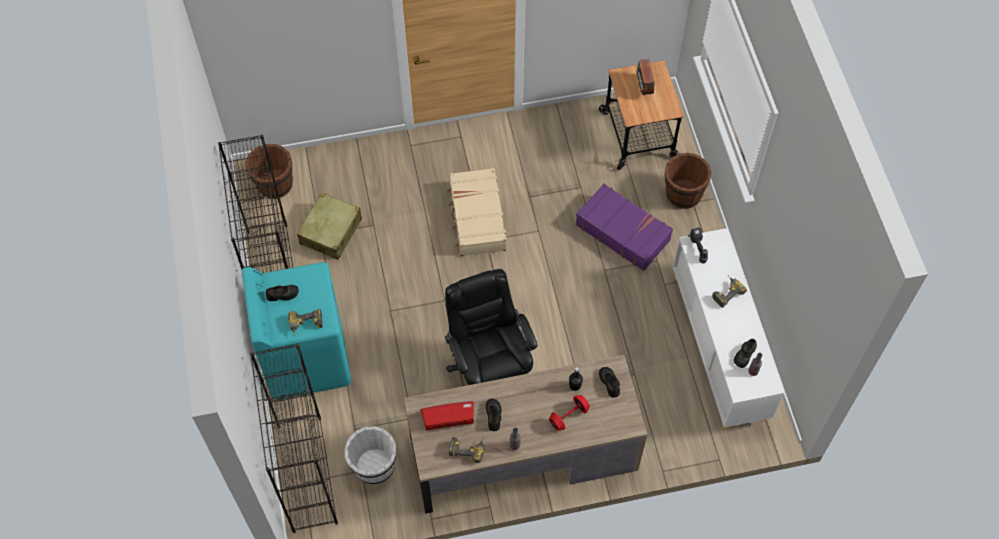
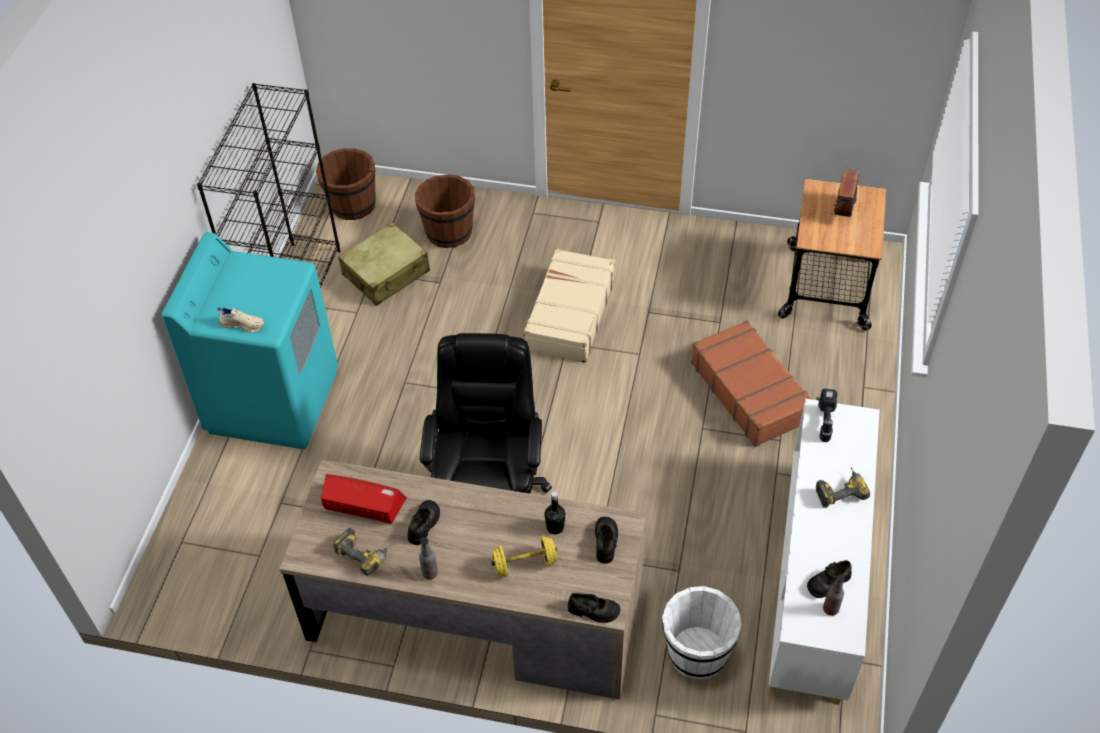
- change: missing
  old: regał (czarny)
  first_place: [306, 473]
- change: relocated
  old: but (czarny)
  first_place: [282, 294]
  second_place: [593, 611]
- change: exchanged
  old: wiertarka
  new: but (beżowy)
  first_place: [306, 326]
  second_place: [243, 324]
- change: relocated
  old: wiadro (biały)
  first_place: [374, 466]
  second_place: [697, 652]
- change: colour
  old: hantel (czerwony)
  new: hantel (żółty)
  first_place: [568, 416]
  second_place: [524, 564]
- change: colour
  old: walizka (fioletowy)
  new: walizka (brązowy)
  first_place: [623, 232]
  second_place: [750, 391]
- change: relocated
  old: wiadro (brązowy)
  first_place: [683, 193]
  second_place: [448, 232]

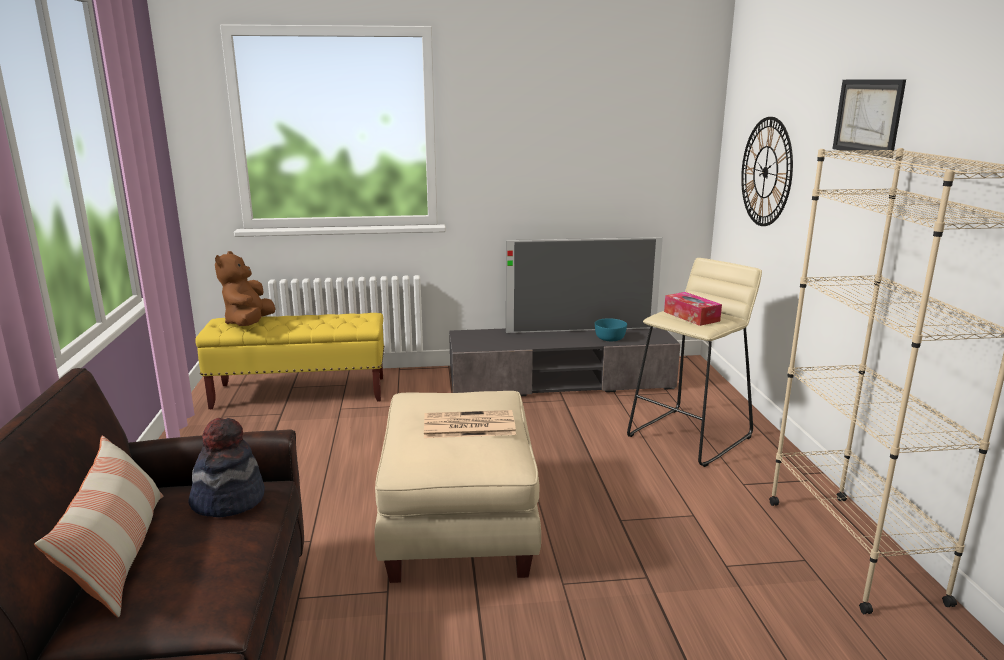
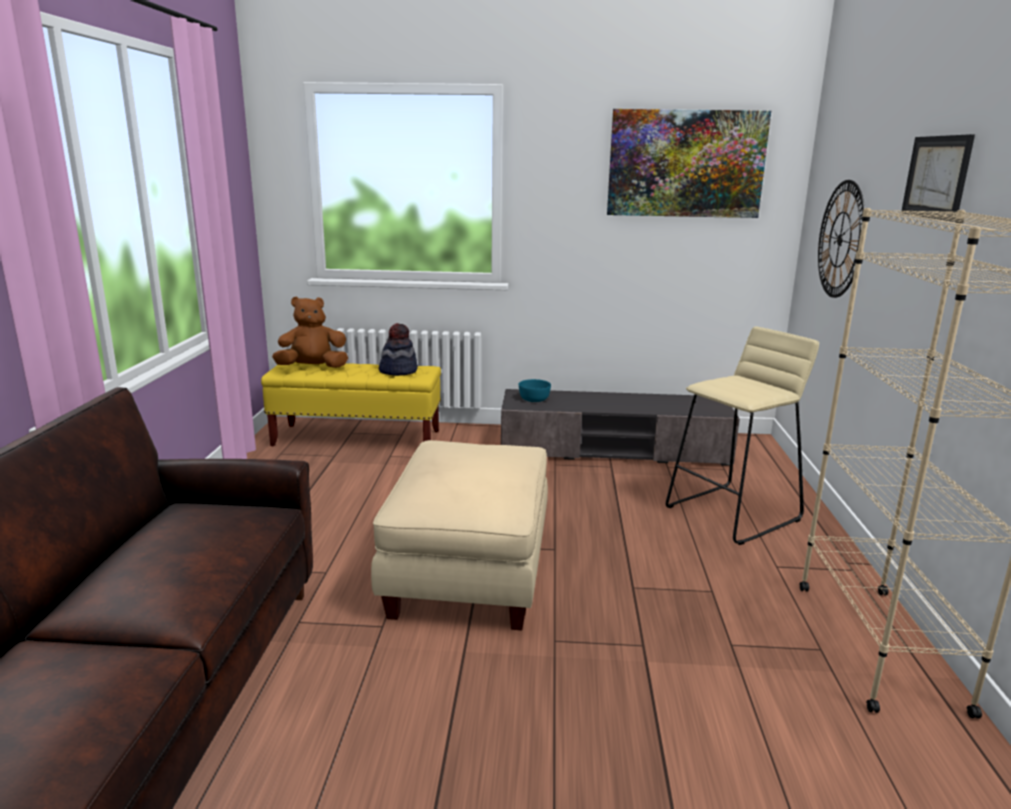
- change: missing
  old: poduszka
  first_place: [119, 553]
- change: relocated
  old: kapelusz
  first_place: [228, 500]
  second_place: [398, 371]
- change: spun
  old: pluszak (brązowy)
  first_place: [249, 323]
  second_place: [312, 368]
  degrees: 60
- change: missing
  old: gazeta
  first_place: [467, 426]
- change: missing
  old: telewizor
  first_place: [581, 330]
- change: relocated
  old: miska (turkusowy)
  first_place: [609, 338]
  second_place: [533, 399]
- change: missing
  old: pudełko chusteczek
  first_place: [691, 316]
- change: appeared
  new: obraz
  second_place: [686, 164]

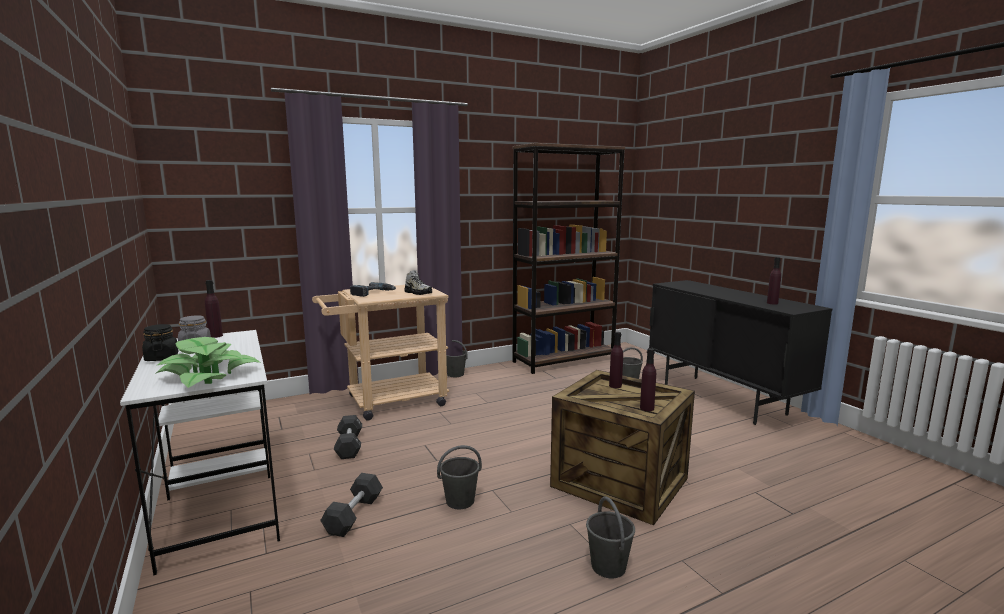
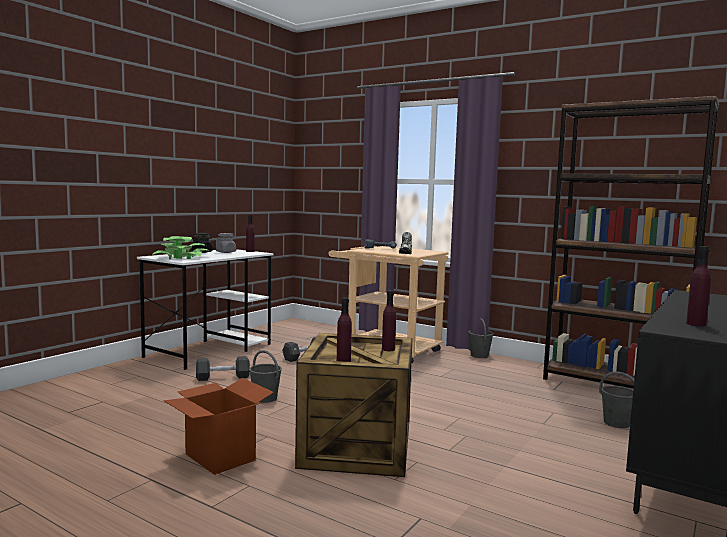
- change: exchanged
  old: wiadro (szary)
  new: karton
  first_place: [608, 566]
  second_place: [219, 457]

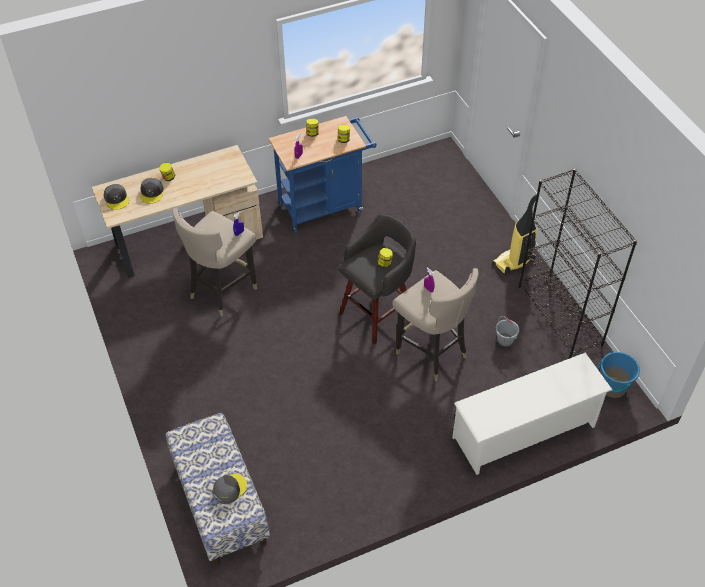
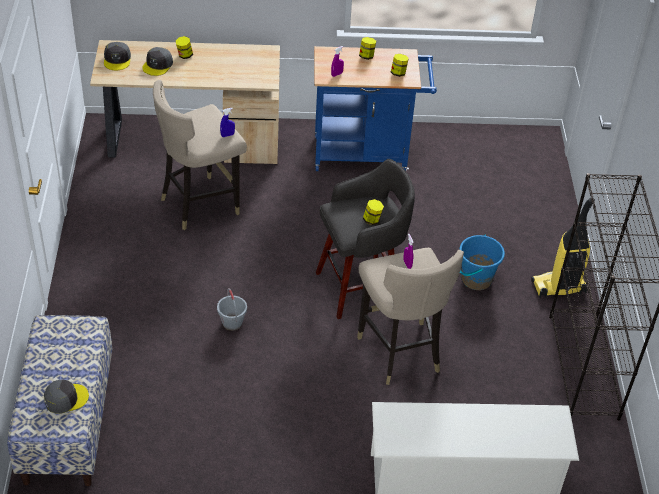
- change: relocated
  old: wiadro (szary)
  first_place: [505, 340]
  second_place: [232, 323]
- change: relocated
  old: wiadro (niebieski)
  first_place: [612, 387]
  second_place: [476, 279]

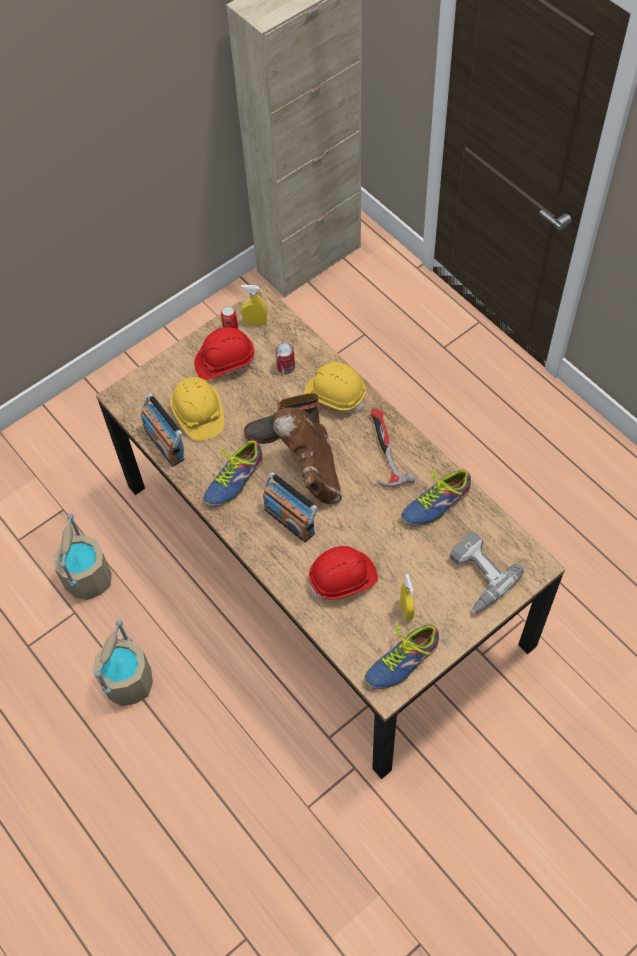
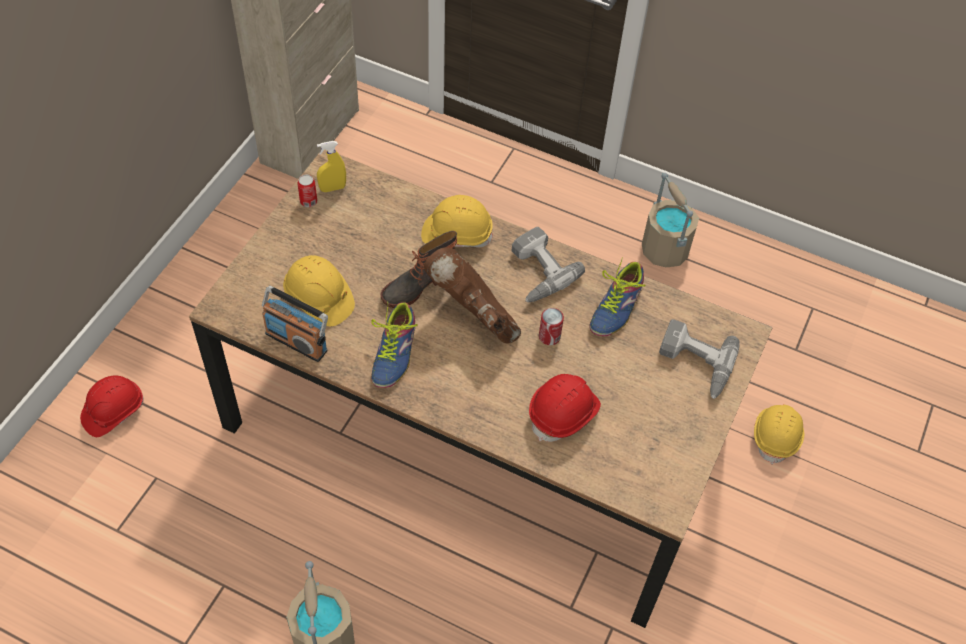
- change: relocated
  old: wiadro (beżowy)
  first_place: [88, 578]
  second_place: [664, 249]
- change: relocated
  old: kask (czerwony)
  first_place: [225, 361]
  second_place: [113, 411]
- change: missing
  old: radio
  first_place: [290, 520]
- change: relocated
  old: puszka
  first_place: [286, 367]
  second_place: [549, 336]
- change: missing
  old: but
  first_place: [402, 661]
- change: exchanged
  old: młotek
  new: wiertarka
  first_place: [384, 450]
  second_place: [536, 272]
- change: missing
  old: spryskiwacz (żółty)
  first_place: [406, 609]
- change: appeared
  new: kask (żółty)
  second_place: [776, 436]

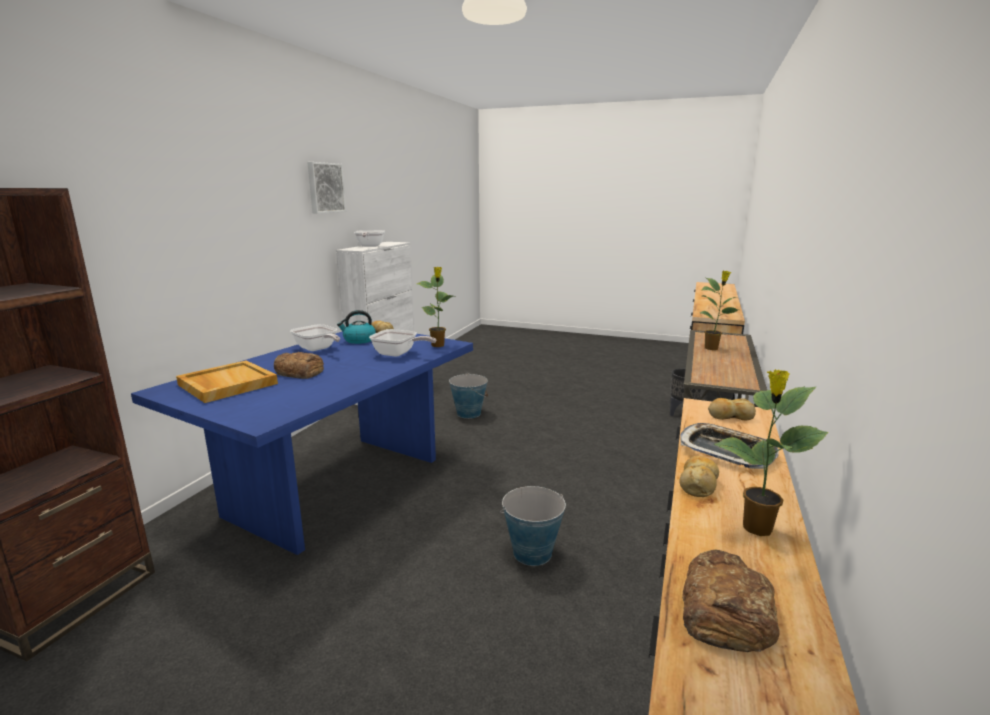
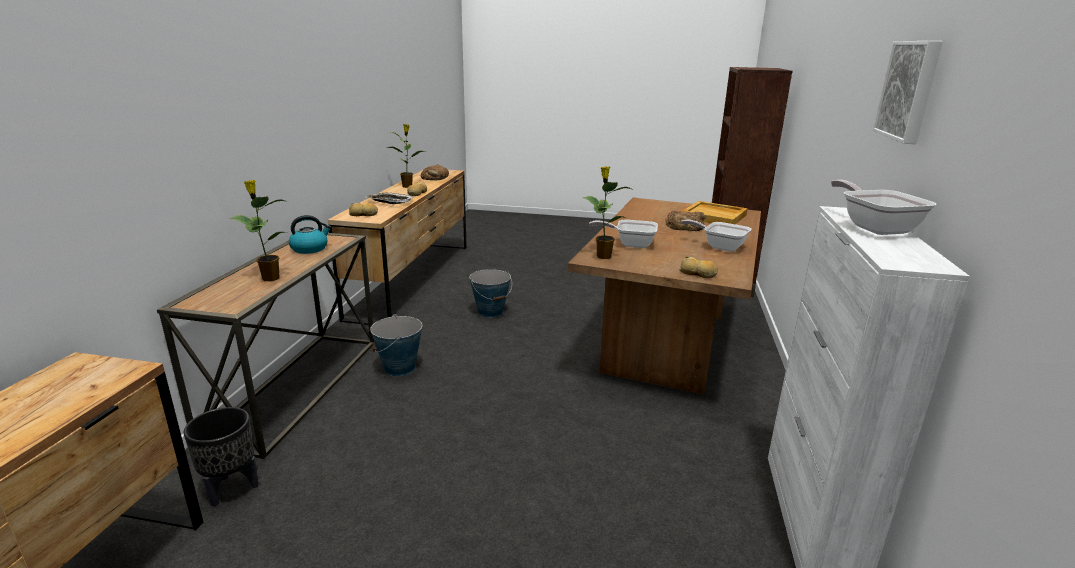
- change: colour
  old: stół jadalny (niebieski)
  new: stół jadalny (brązowy)
  first_place: [338, 486]
  second_place: [665, 341]
- change: relocated
  old: czajnik
  first_place: [359, 340]
  second_place: [310, 248]
- change: relocated
  old: wiadro
  first_place: [468, 413]
  second_place: [399, 368]

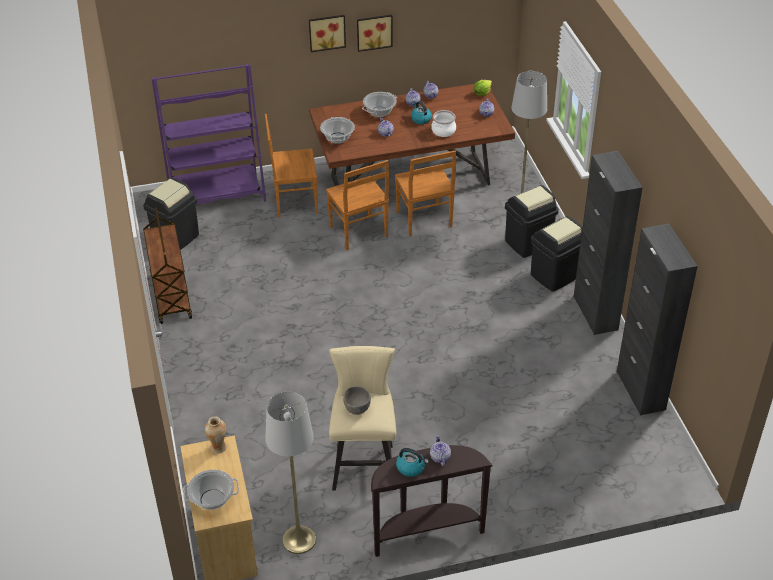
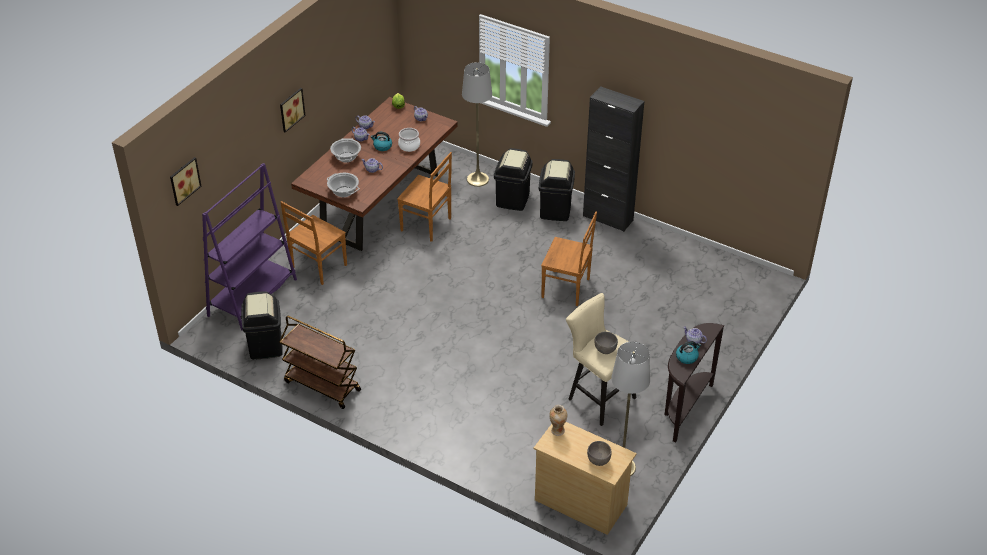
- change: exchanged
  old: garnek
  new: miska (szary)
  first_place: [212, 499]
  second_place: [598, 461]
- change: relocated
  old: krzesło (brązowy)
  first_place: [359, 233]
  second_place: [567, 288]
- change: relocated
  old: obraz
  first_place: [374, 31]
  second_place: [183, 180]
- change: missing
  old: szafka (czarny)
  first_place: [640, 390]

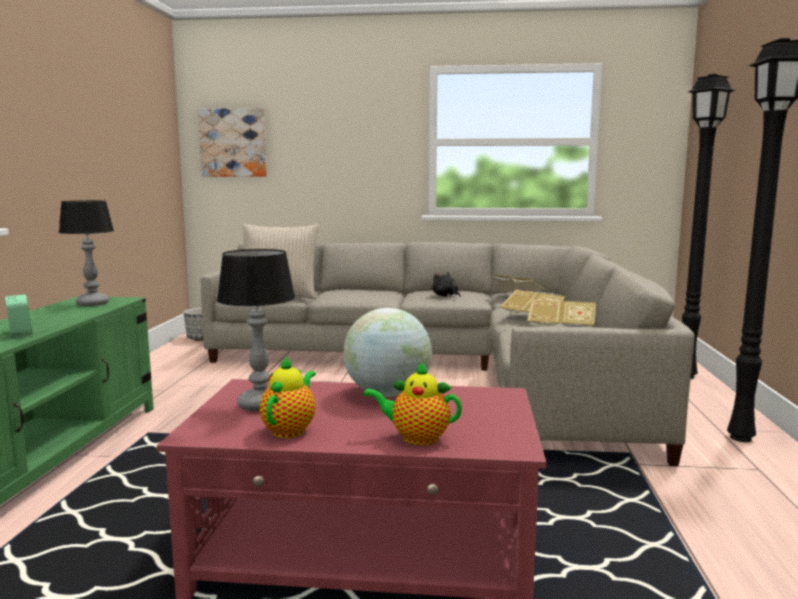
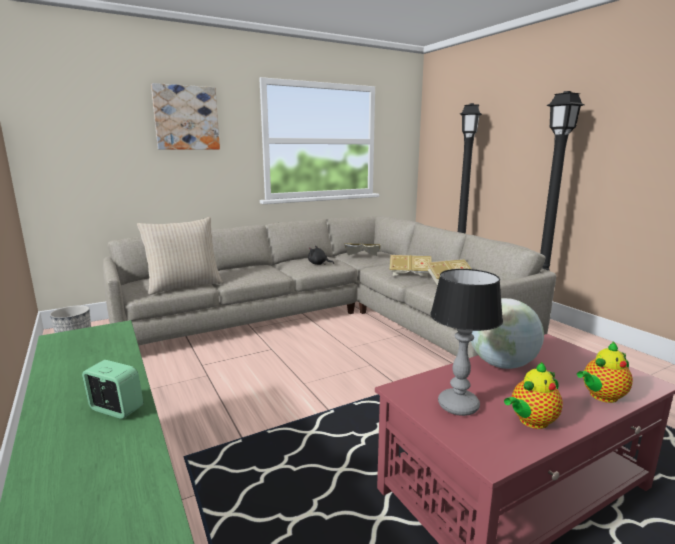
- change: missing
  old: lampa stołowa
  first_place: [92, 303]
- change: relocated
  old: obraz
  first_place: [233, 142]
  second_place: [186, 118]
- change: spun
  old: imbryk
  first_place: [290, 430]
  second_place: [531, 421]
  degrees: -105

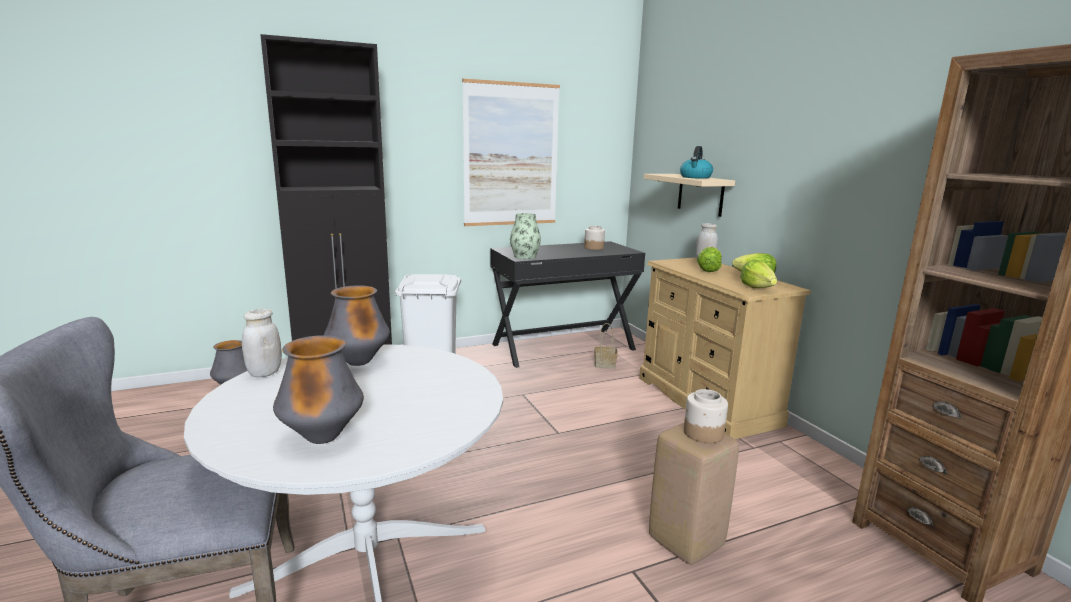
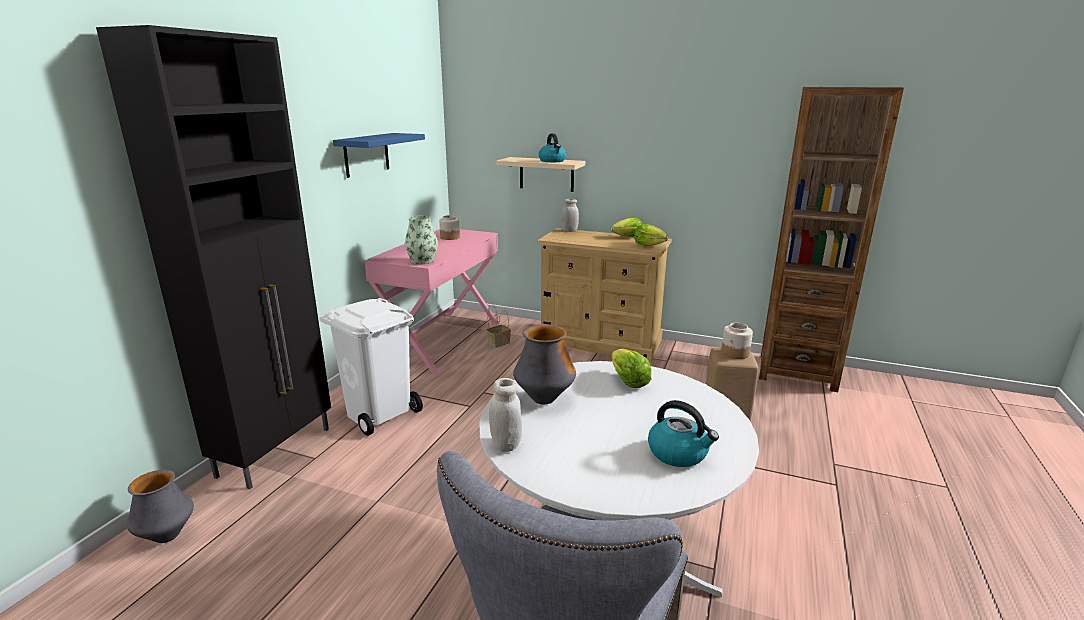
- change: exchanged
  old: wazon
  new: czajnik
  first_place: [323, 437]
  second_place: [678, 453]
- change: exchanged
  old: obraz
  new: półka (niebieski)
  first_place: [511, 155]
  second_place: [366, 154]
- change: colour
  old: biurko (czarny)
  new: biurko (różowy)
  first_place: [563, 346]
  second_place: [441, 340]
- change: relocated
  old: sałata
  first_place: [708, 270]
  second_place: [628, 382]

